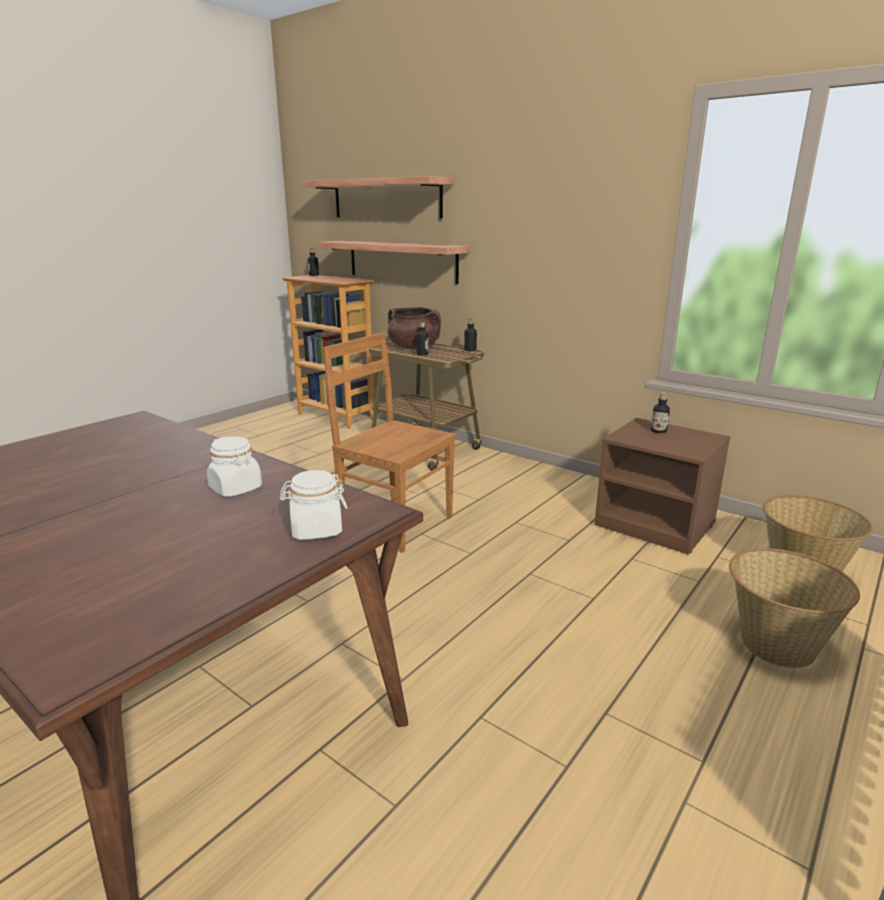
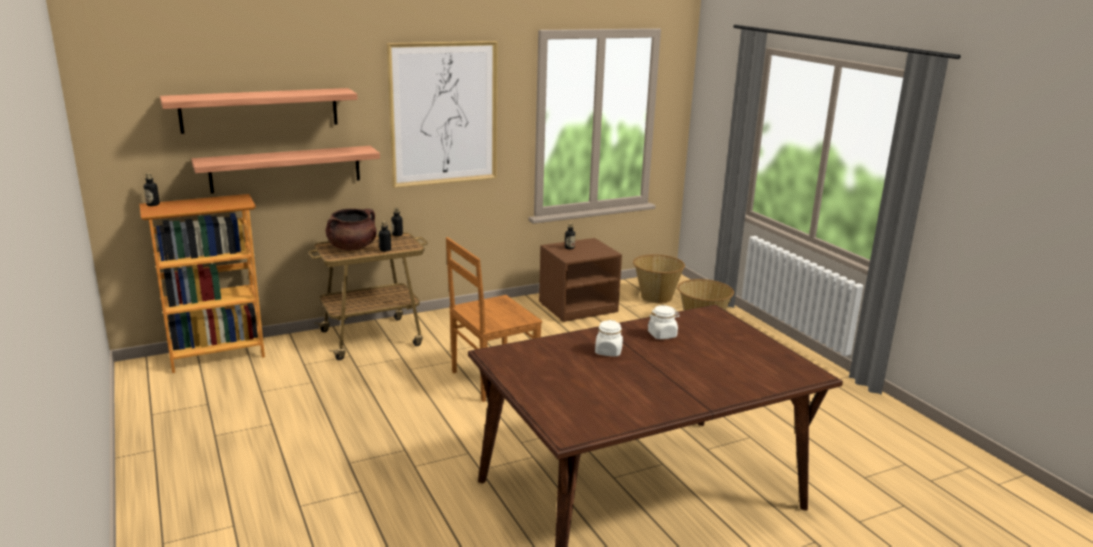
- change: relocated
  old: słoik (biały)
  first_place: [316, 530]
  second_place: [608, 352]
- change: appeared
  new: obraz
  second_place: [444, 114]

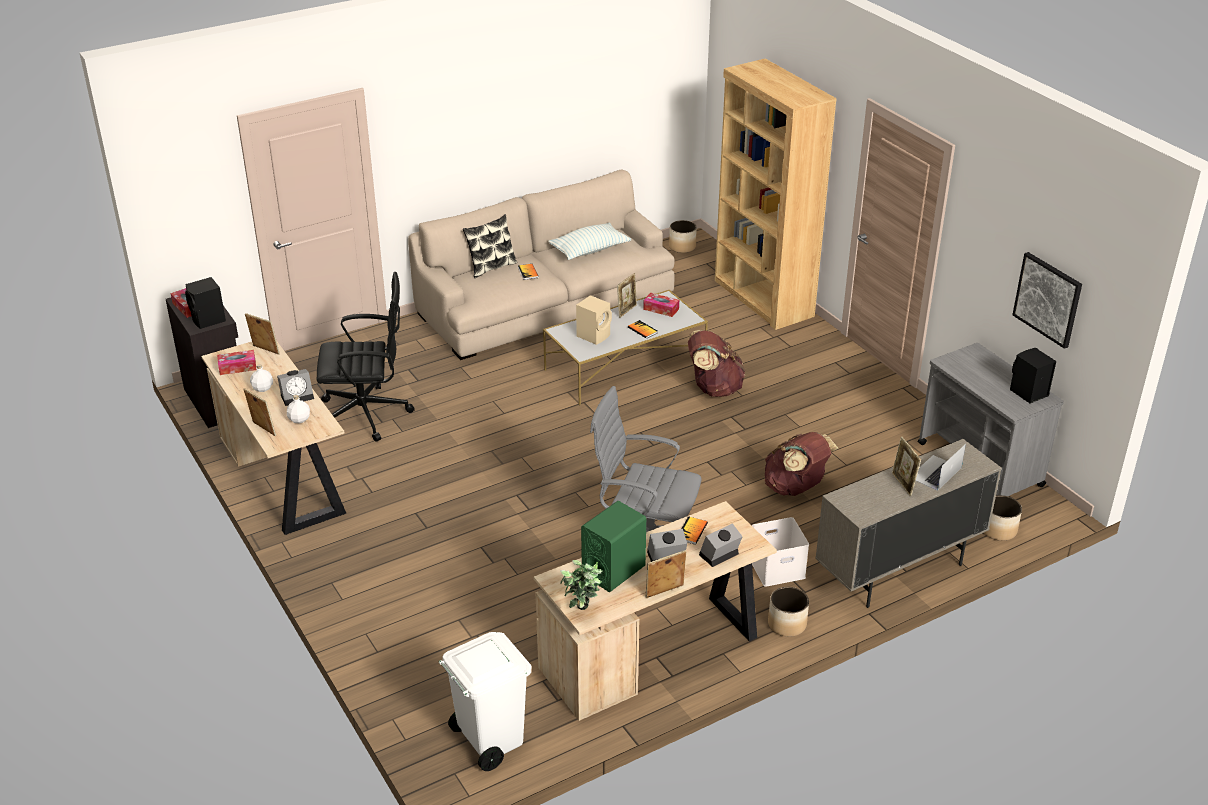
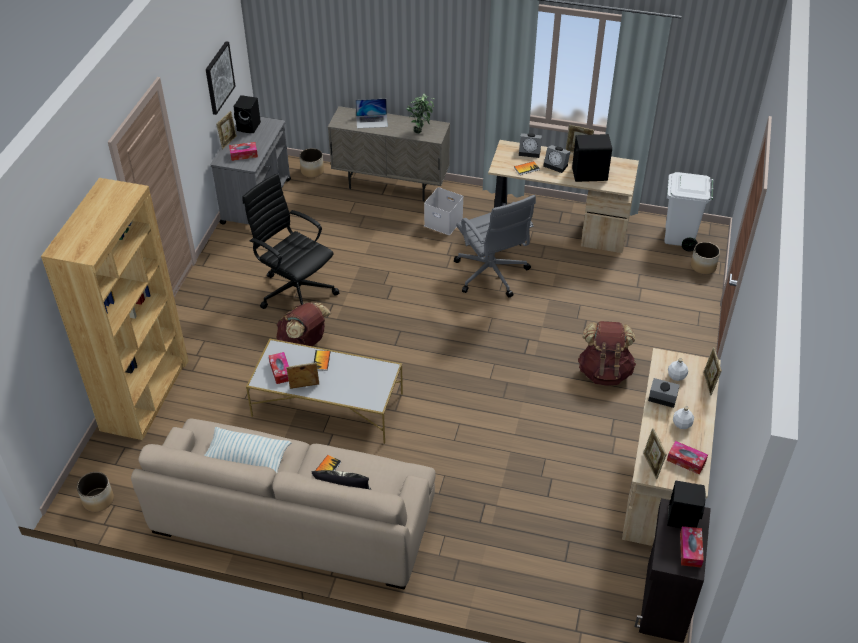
- change: relocated
  old: krzesło biurowe (czarny)
  first_place: [367, 414]
  second_place: [296, 291]
- change: relocated
  old: roślina doniczkowa
  first_place: [582, 612]
  second_place: [421, 130]
- change: missing
  old: głośnik (beżowy)
  first_place: [594, 335]
- change: colour
  old: głośnik (zielony)
  new: głośnik (czarny)
  first_place: [613, 570]
  second_place: [589, 174]
- change: relocated
  old: plecak (brązowy)
  first_place: [795, 488]
  second_place: [604, 372]
- change: relocated
  old: donica
  first_place: [786, 624]
  second_place: [703, 266]
- change: relocated
  old: ramka na zdjęcie
  first_place: [903, 484]
  second_place: [228, 142]
- change: appeared
  new: pudełko chusteczek
  second_place: [244, 154]

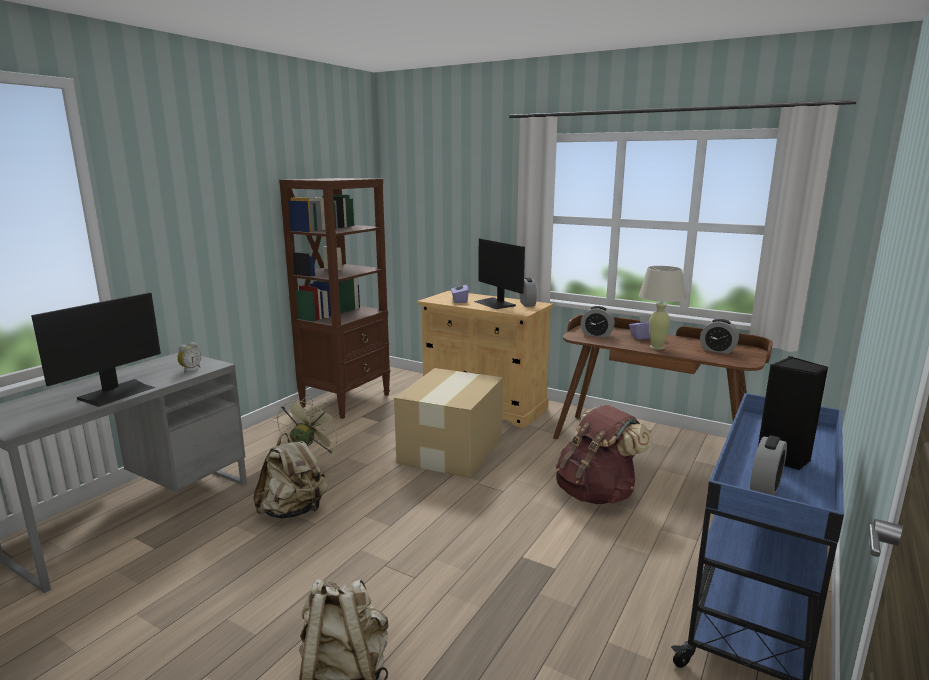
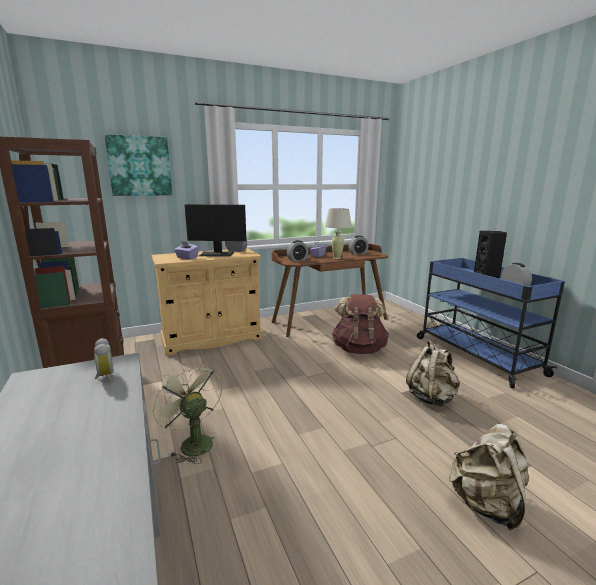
- change: missing
  old: monitor
  first_place: [117, 392]
- change: relocated
  old: plecak (beżowy)
  first_place: [294, 511]
  second_place: [432, 397]
- change: missing
  old: karton
  first_place: [452, 449]
- change: appeared
  new: obraz
  second_place: [140, 166]

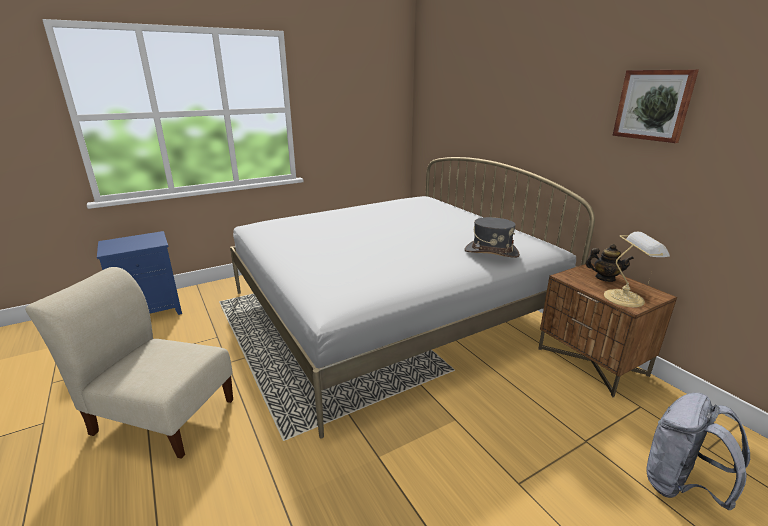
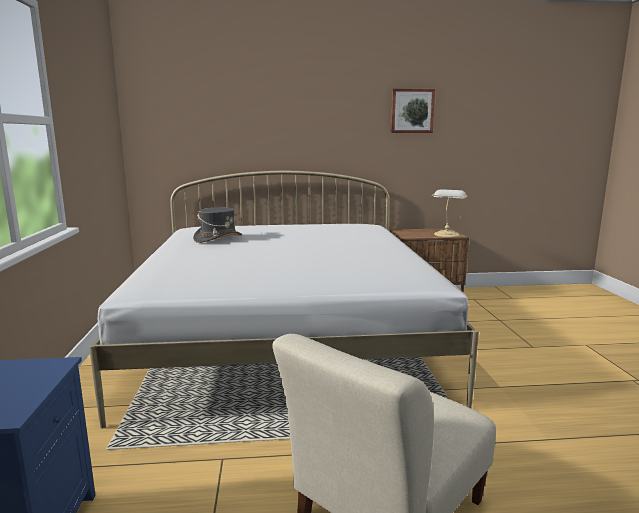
- change: relocated
  old: kapelusz (szary)
  first_place: [491, 252]
  second_place: [218, 238]
- change: missing
  old: imbryk
  first_place: [605, 278]
- change: missing
  old: plecak (szary)
  first_place: [679, 486]

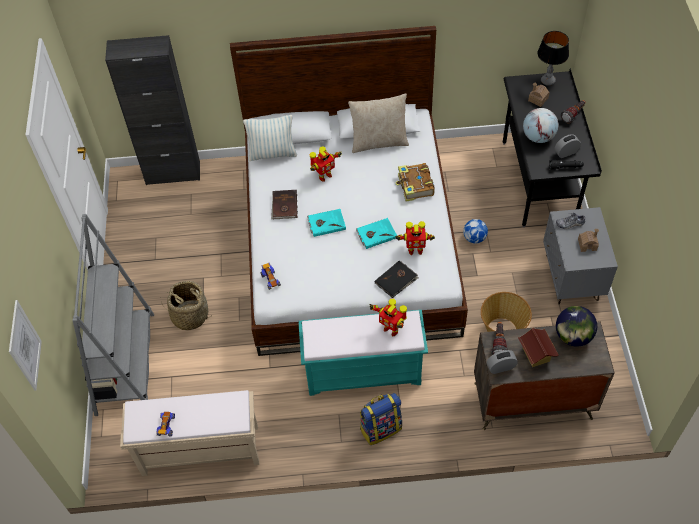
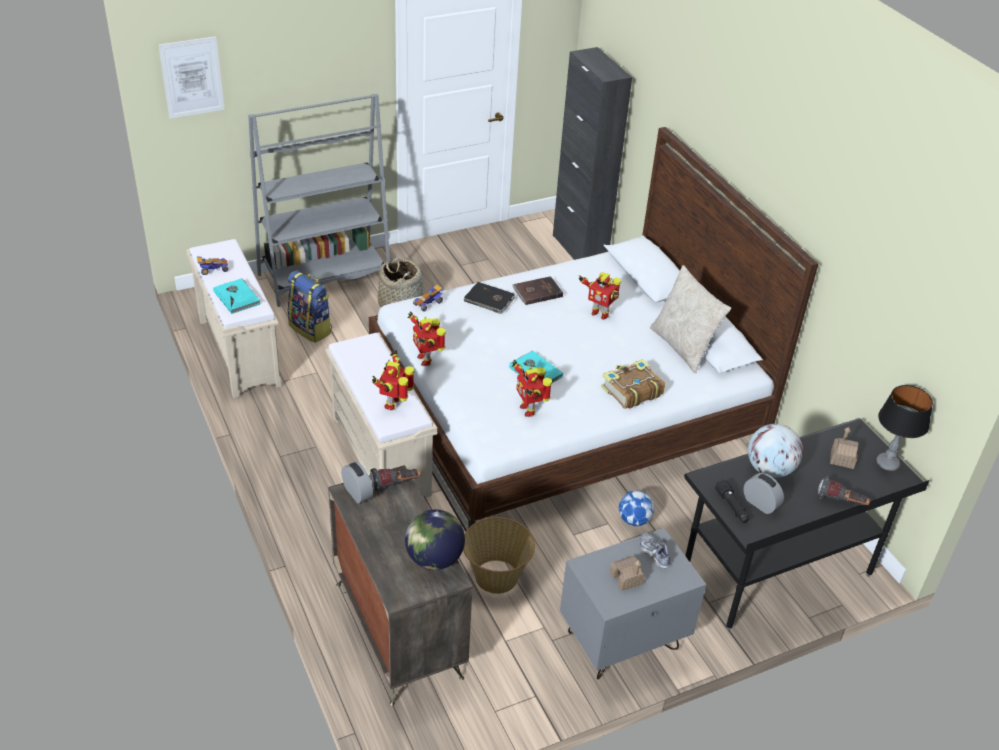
- change: missing
  old: poduszka
  first_place: [272, 153]
- change: colour
  old: ławka (turkusowy)
  new: ławka (beżowy)
  first_place: [364, 371]
  second_place: [382, 456]
- change: relocated
  old: książka (turkusowy)
  first_place: [326, 223]
  second_place: [237, 297]
- change: relocated
  old: plecak
  first_place: [380, 428]
  second_place: [311, 329]
- change: relocated
  old: książka (czarny)
  first_place: [396, 280]
  second_place: [489, 300]
- change: missing
  old: domek
  first_place: [535, 354]
- change: appeared
  new: robot zabawkowy
  second_place: [425, 359]

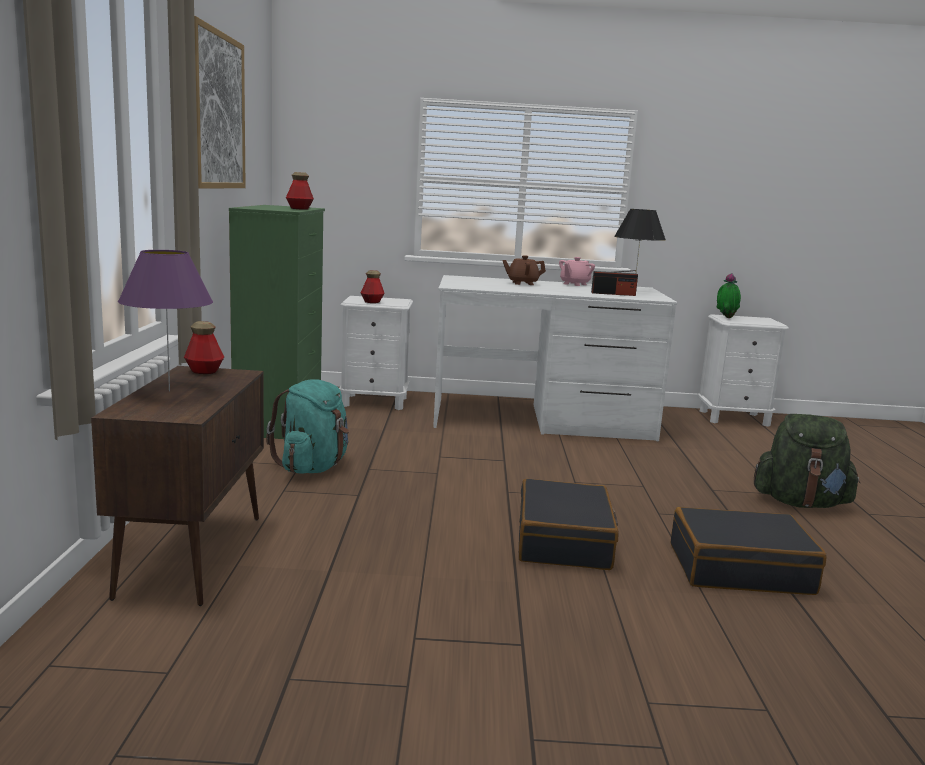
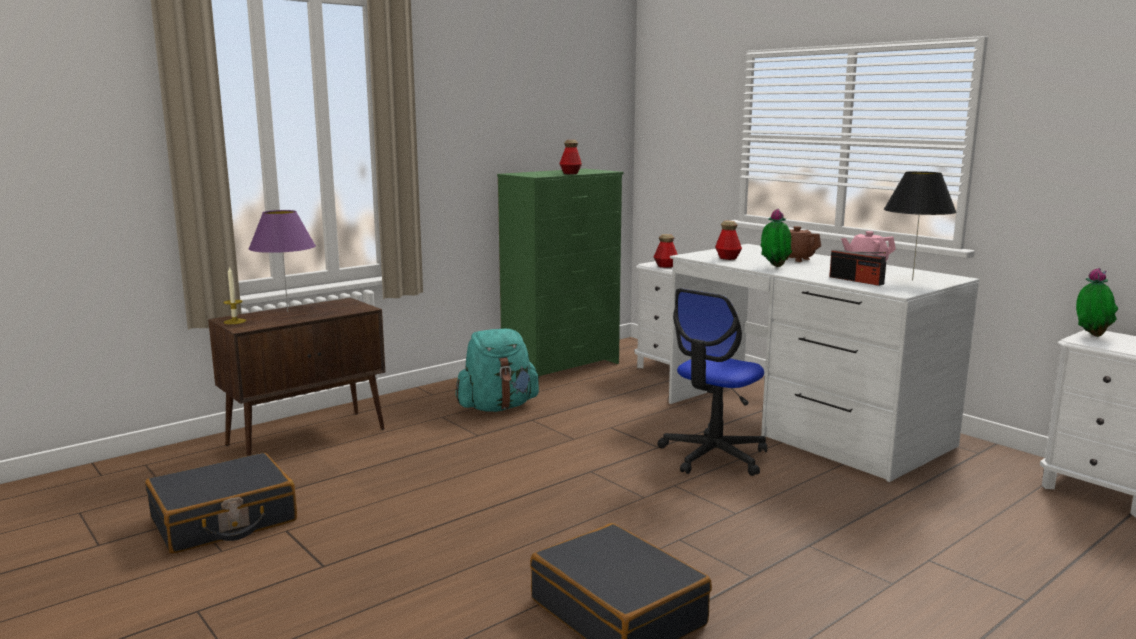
- change: relocated
  old: butelka
  first_place: [204, 371]
  second_place: [727, 258]
- change: missing
  old: obraz
  first_place: [216, 111]
- change: relocated
  old: walizka (czarny)
  first_place: [564, 541]
  second_place: [224, 520]
- change: missing
  old: plecak (zielony)
  first_place: [800, 503]
- change: appeared
  new: świeca
  second_place: [234, 321]
- change: appeared
  new: krzesło biurowe
  second_place: [713, 456]
- change: appeared
  new: roślina doniczkowa
  second_place: [774, 267]

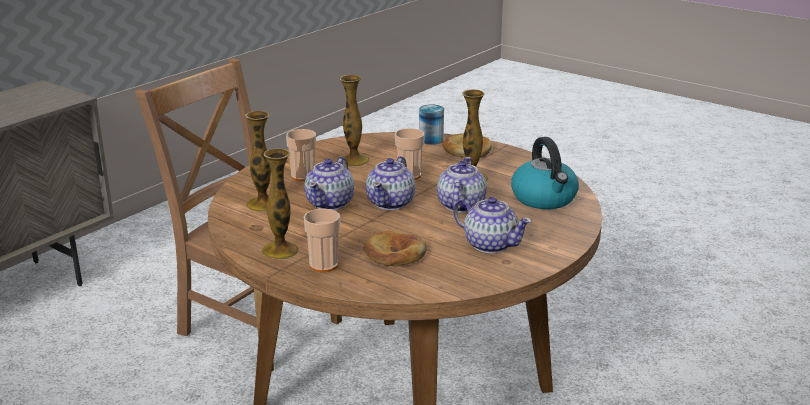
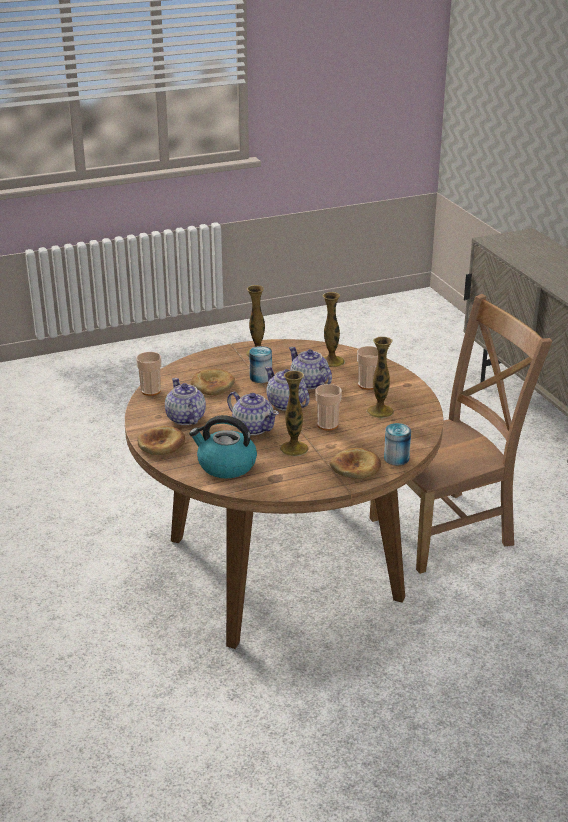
- change: relocated
  old: filiżanka
  first_place: [323, 265]
  second_place: [151, 391]
- change: spun
  old: imbryk
  first_place: [490, 244]
  second_place: [185, 418]
  degrees: 90
- change: appeared
  new: chleb
  second_place: [161, 444]
- change: appeared
  new: puszka
  second_place: [261, 377]

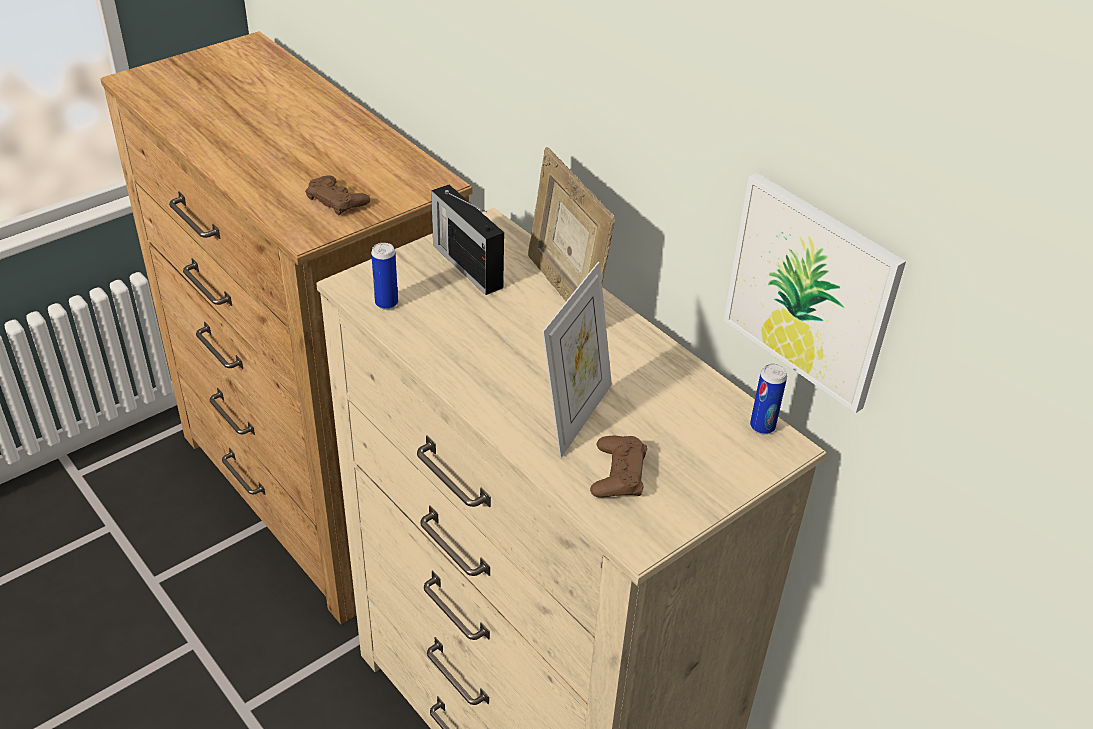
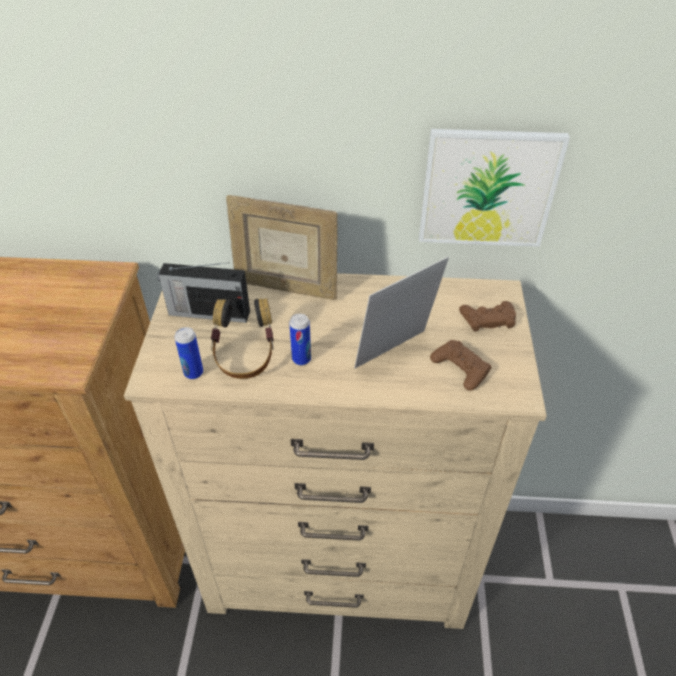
- change: relocated
  old: pad do gier (brązowy)
  first_place: [337, 200]
  second_place: [488, 319]
- change: spun
  old: ramka na zdjęcie
  first_place: [575, 415]
  second_place: [395, 354]
  degrees: -105
- change: relocated
  old: puszka
  first_place: [762, 426]
  second_place: [301, 359]
- change: appeared
  new: słuchawki
  second_place: [245, 357]

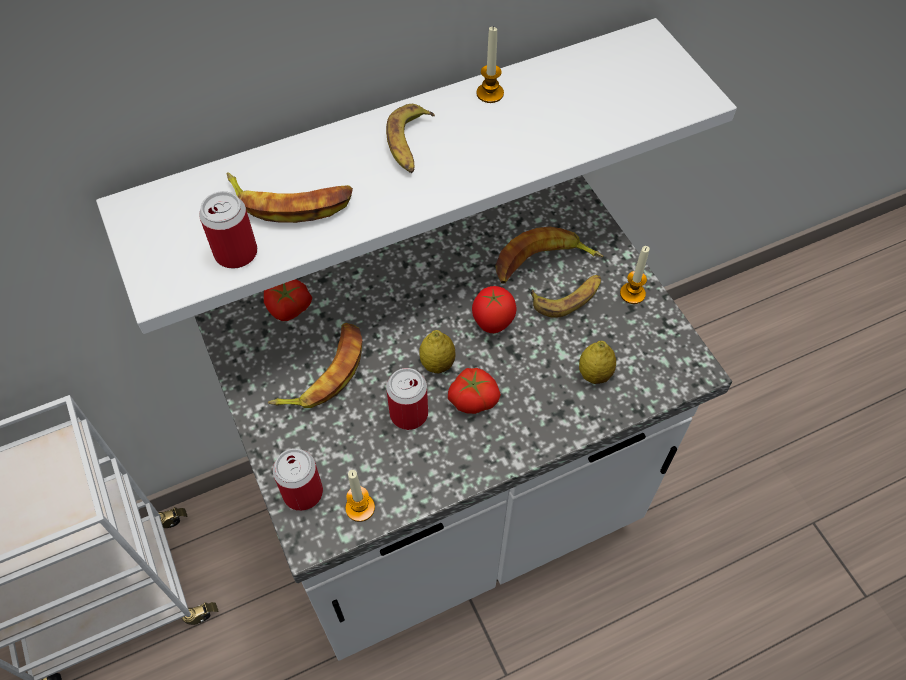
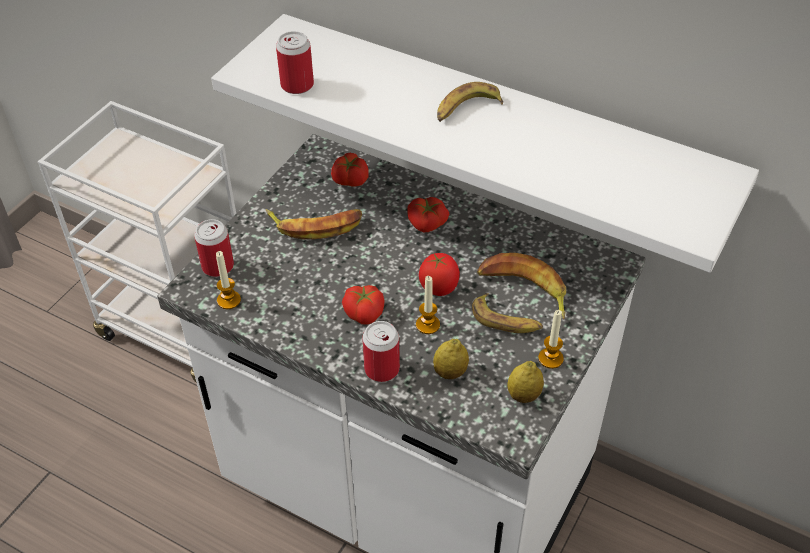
- change: missing
  old: banan
  first_place: [290, 201]
- change: relocated
  old: puszka
  first_place: [409, 413]
  second_place: [382, 369]
- change: relocated
  old: cytryna
  first_place: [437, 363]
  second_place: [524, 395]
- change: relocated
  old: świeca
  first_place: [490, 93]
  second_place: [427, 325]
- change: appeared
  new: pomidor
  second_place: [427, 224]

